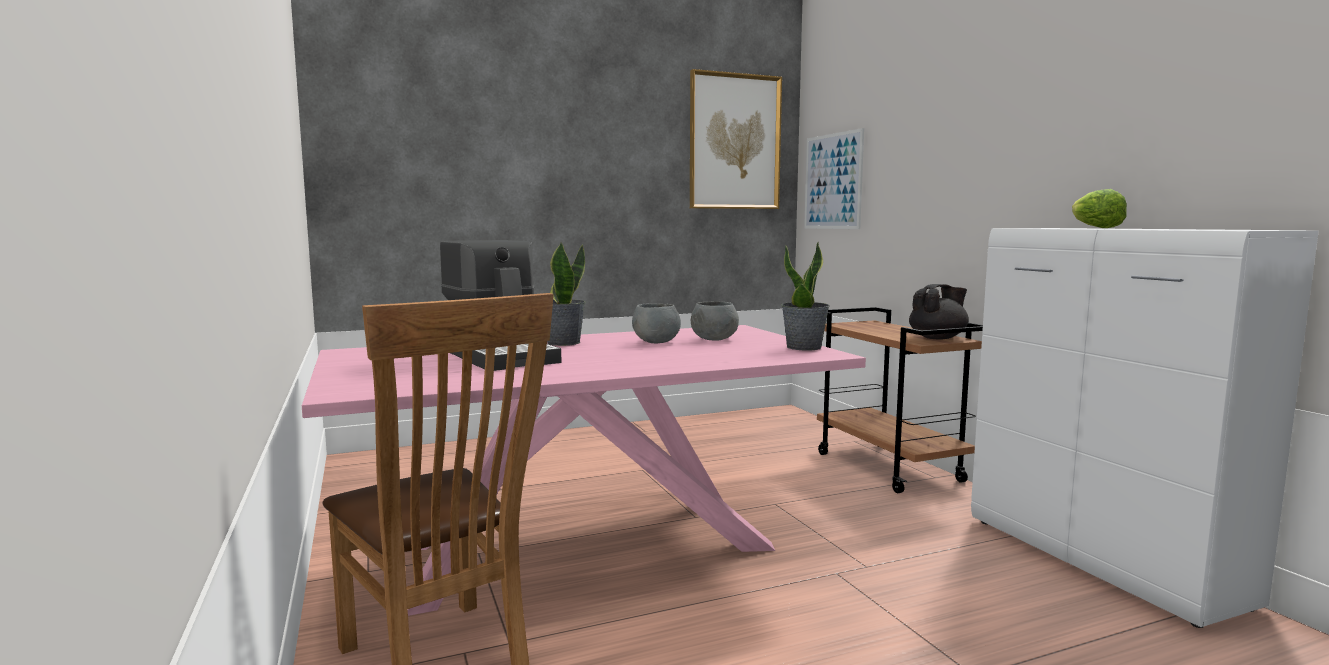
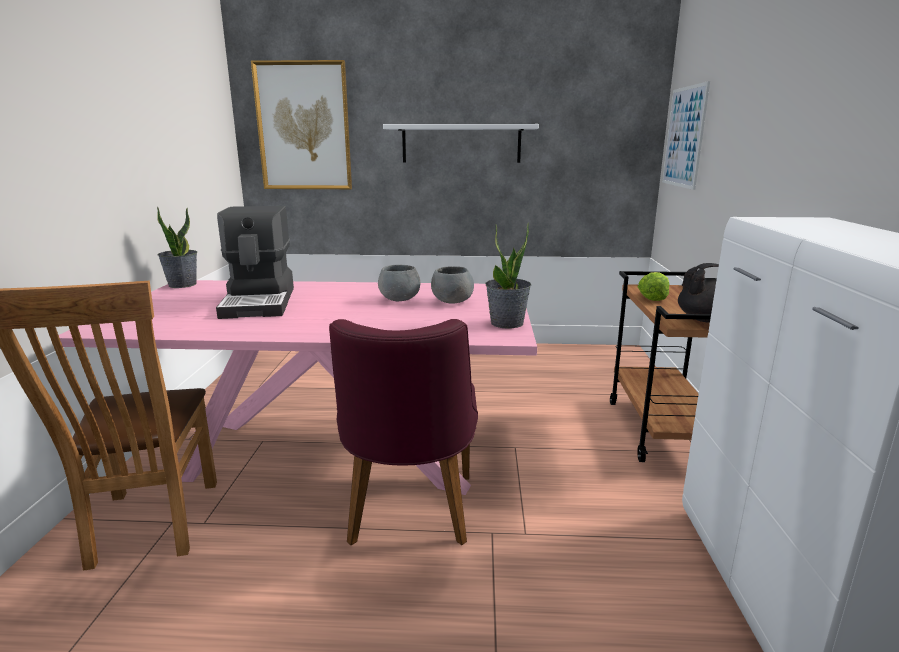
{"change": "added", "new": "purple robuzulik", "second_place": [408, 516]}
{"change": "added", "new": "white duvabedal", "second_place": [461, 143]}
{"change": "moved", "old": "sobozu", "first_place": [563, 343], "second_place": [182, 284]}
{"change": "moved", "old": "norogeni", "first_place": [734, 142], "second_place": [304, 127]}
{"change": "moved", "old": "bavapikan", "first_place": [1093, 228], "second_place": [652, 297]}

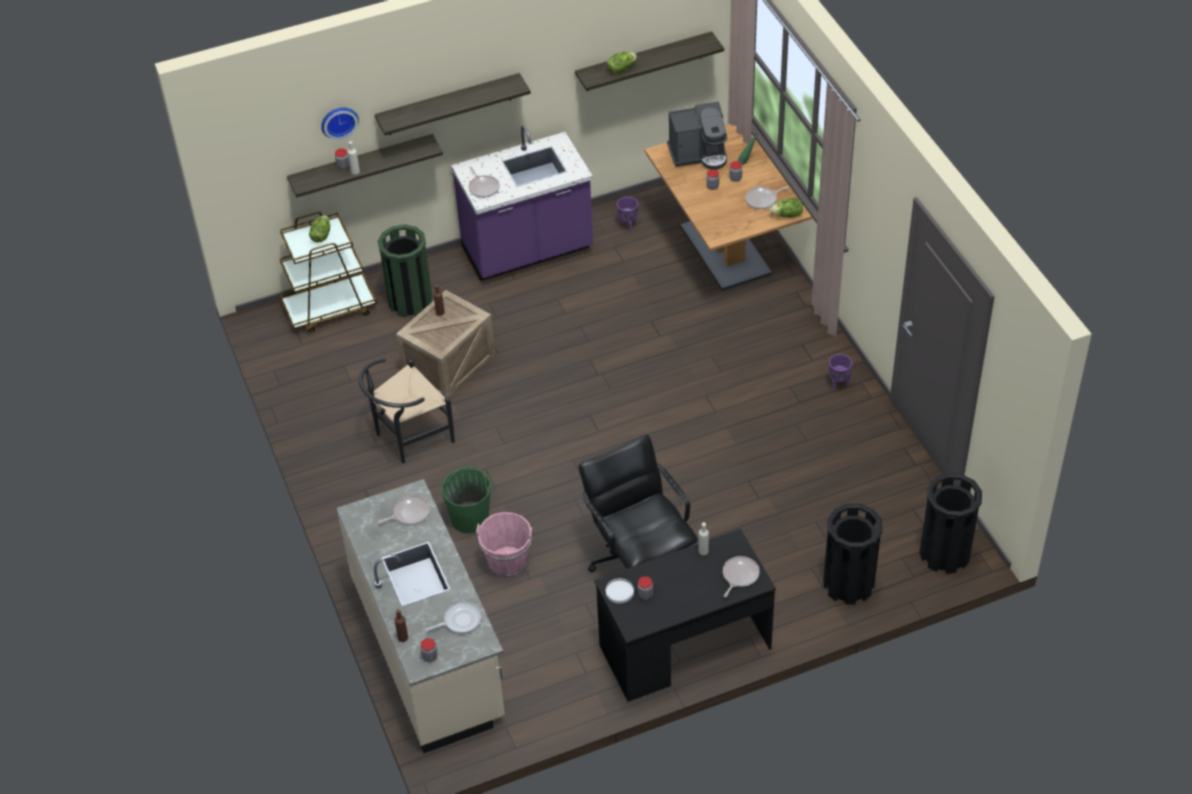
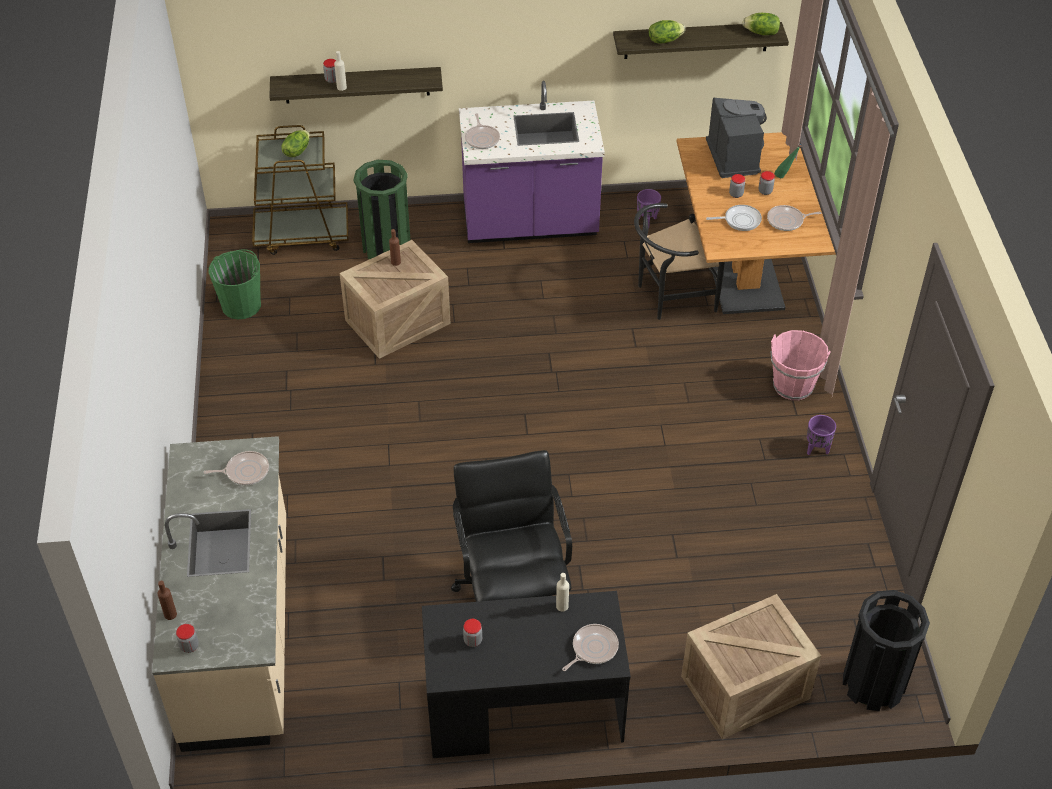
{"change": "removed", "old": "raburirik", "first_place": [338, 121]}
{"change": "removed", "old": "duvabedal", "first_place": [449, 104]}
{"change": "removed", "old": "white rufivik", "first_place": [619, 592]}
{"change": "moved", "old": "black robuzulik", "first_place": [408, 438], "second_place": [669, 296]}
{"change": "moved", "old": "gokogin", "first_place": [460, 620], "second_place": [740, 220]}
{"change": "moved", "old": "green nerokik", "first_place": [470, 518], "second_place": [241, 305]}
{"change": "moved", "old": "pink nerokik", "first_place": [508, 562], "second_place": [793, 385]}
{"change": "moved", "old": "bavapikan", "first_place": [787, 215], "second_place": [761, 33]}
{"change": "replaced", "old": "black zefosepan", "new": "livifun", "first_place": [848, 584], "second_place": [744, 689]}
{"change": "turned", "old": "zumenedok", "first_place": [699, 154], "second_place": [734, 157], "degrees": -105}

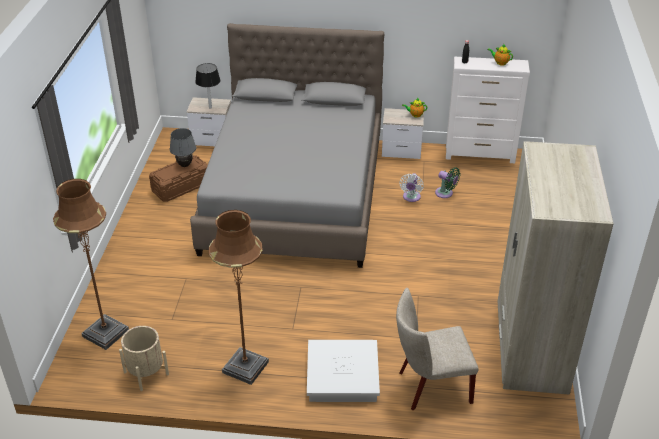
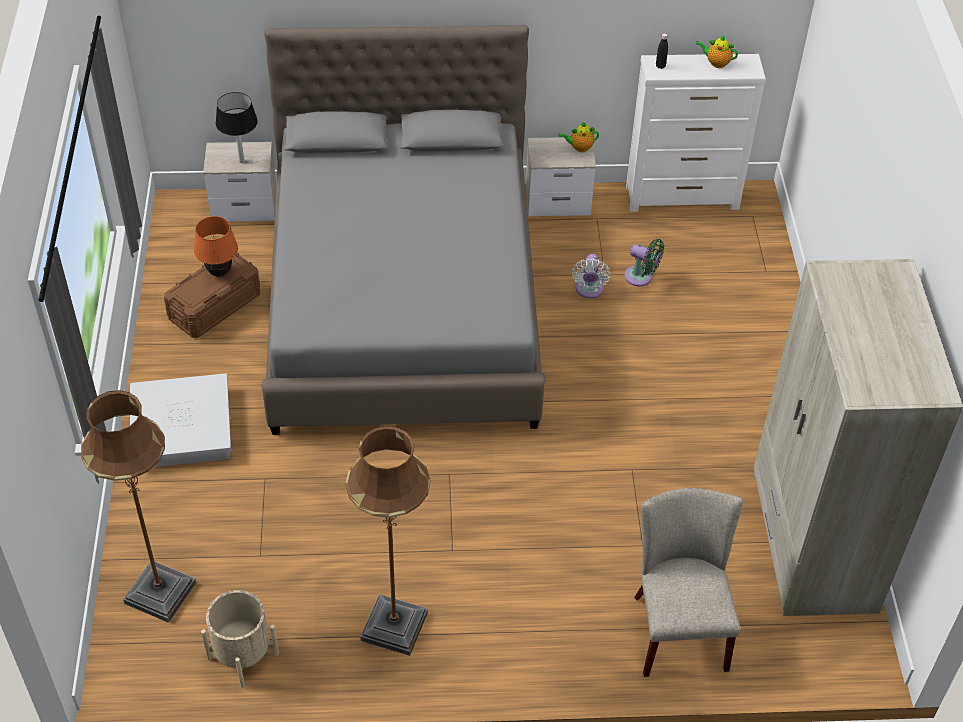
{"change": "moved", "old": "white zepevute", "first_place": [342, 375], "second_place": [182, 427]}
{"change": "recoloured", "old": "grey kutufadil", "new": "orange kutufadil", "first_place": [185, 165], "second_place": [219, 272]}
{"change": "turned", "old": "beige robuzulik", "first_place": [430, 387], "second_place": [677, 626], "degrees": 105}

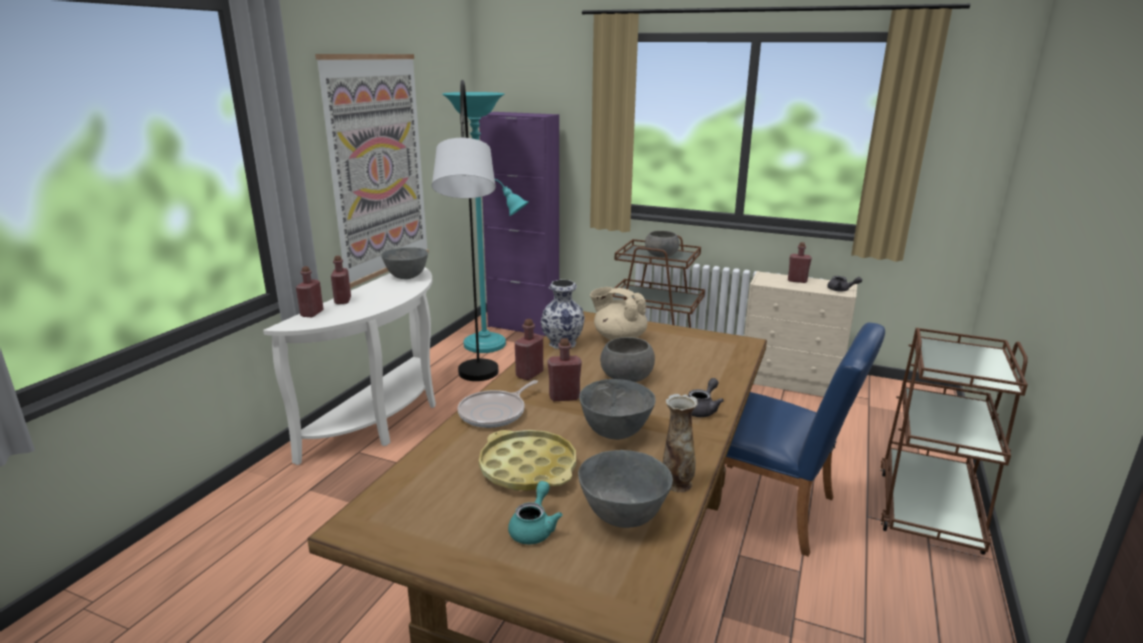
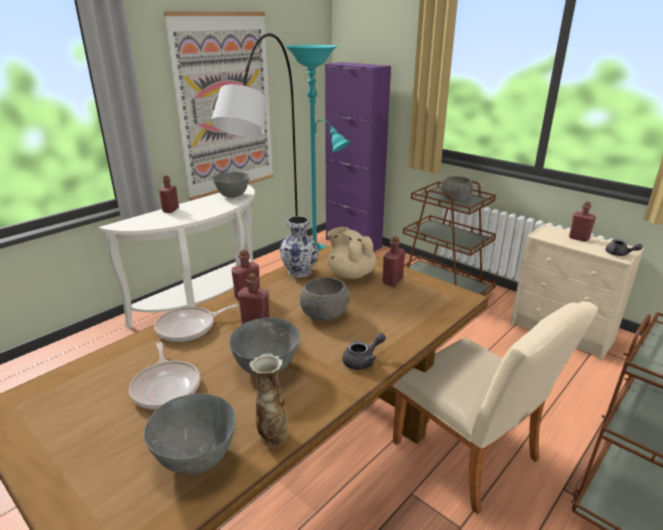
{"change": "removed", "old": "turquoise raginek", "first_place": [534, 528]}
{"change": "moved", "old": "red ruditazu", "first_place": [312, 313], "second_place": [392, 281]}
{"change": "replaced", "old": "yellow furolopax", "new": "gokogin", "first_place": [528, 468], "second_place": [166, 387]}
{"change": "recoloured", "old": "blue robuzulik", "new": "beige robuzulik", "first_place": [774, 509], "second_place": [472, 456]}

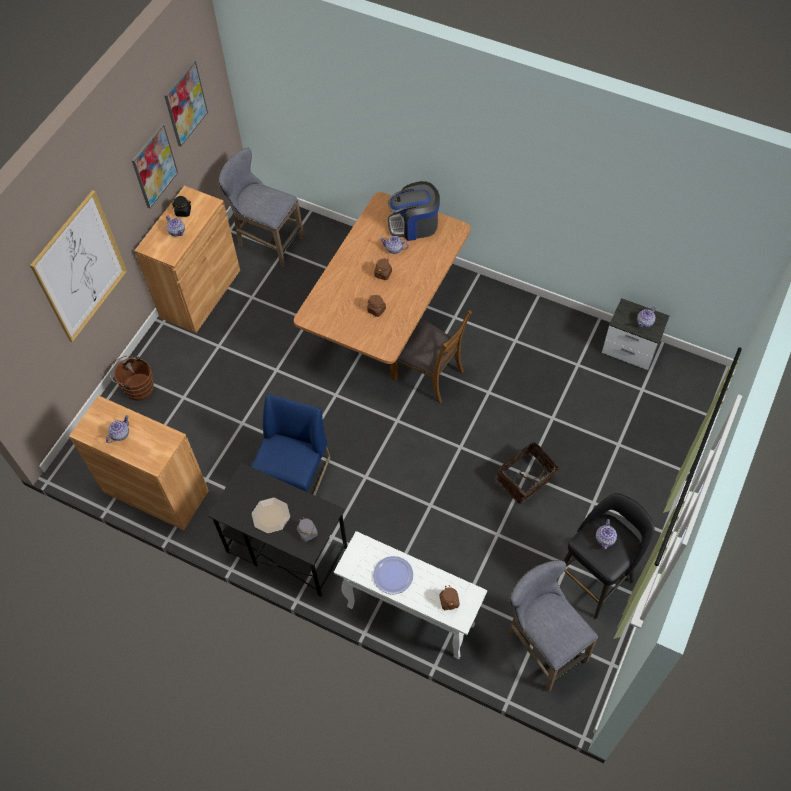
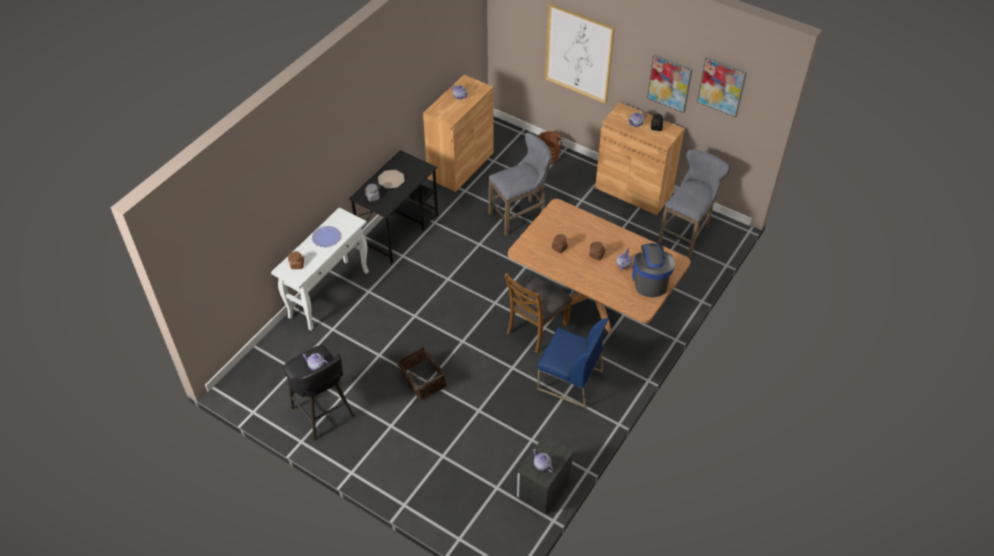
{"change": "moved", "old": "blue robuzulik", "first_place": [294, 476], "second_place": [569, 380]}
{"change": "moved", "old": "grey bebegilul", "first_place": [542, 644], "second_place": [520, 215]}

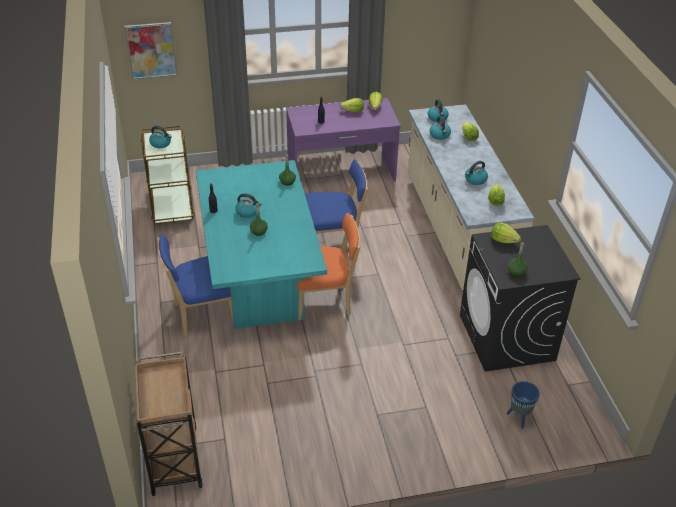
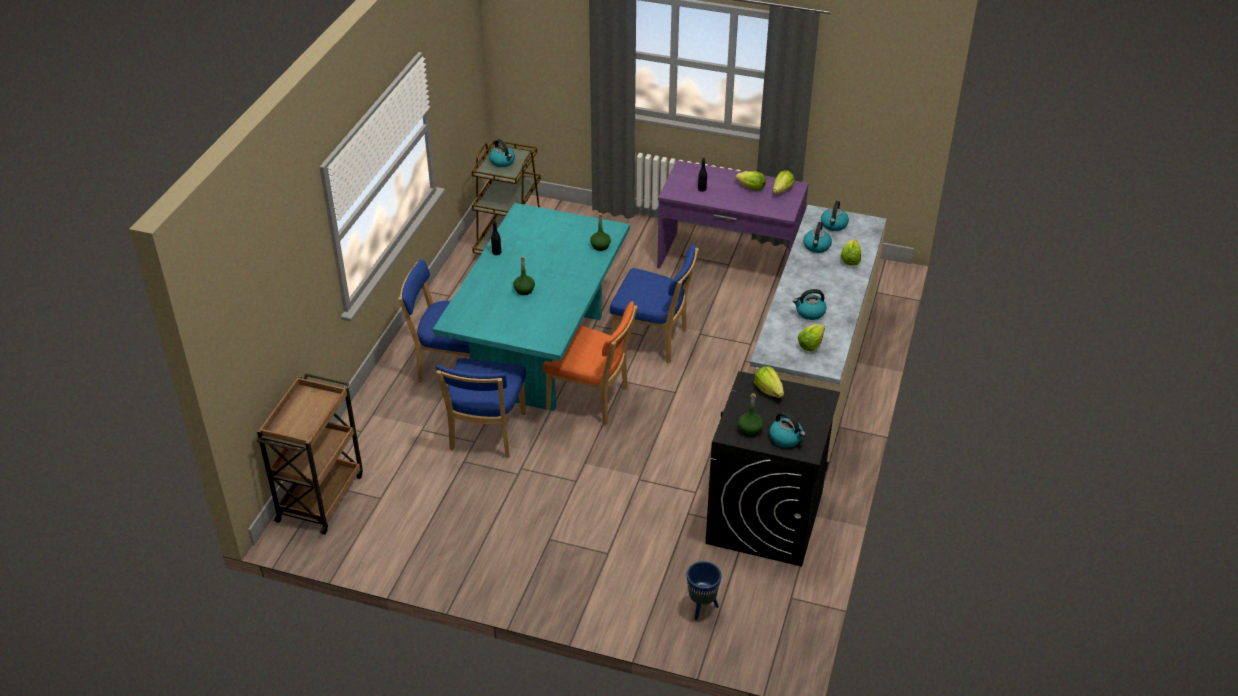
{"change": "removed", "old": "norogeni", "first_place": [151, 50]}
{"change": "added", "new": "blue robuzulik", "second_place": [486, 435]}
{"change": "moved", "old": "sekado", "first_place": [248, 212], "second_place": [786, 438]}

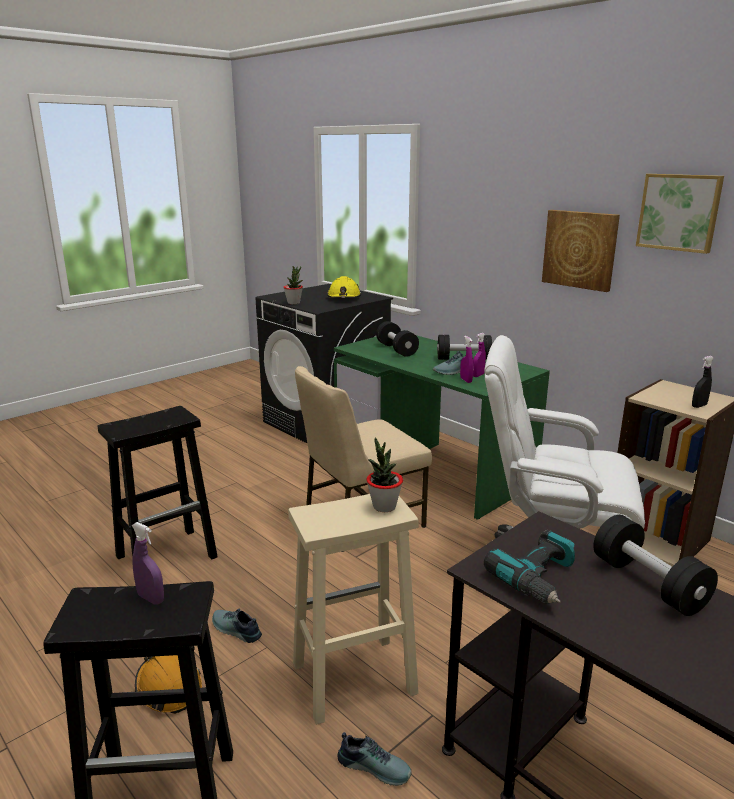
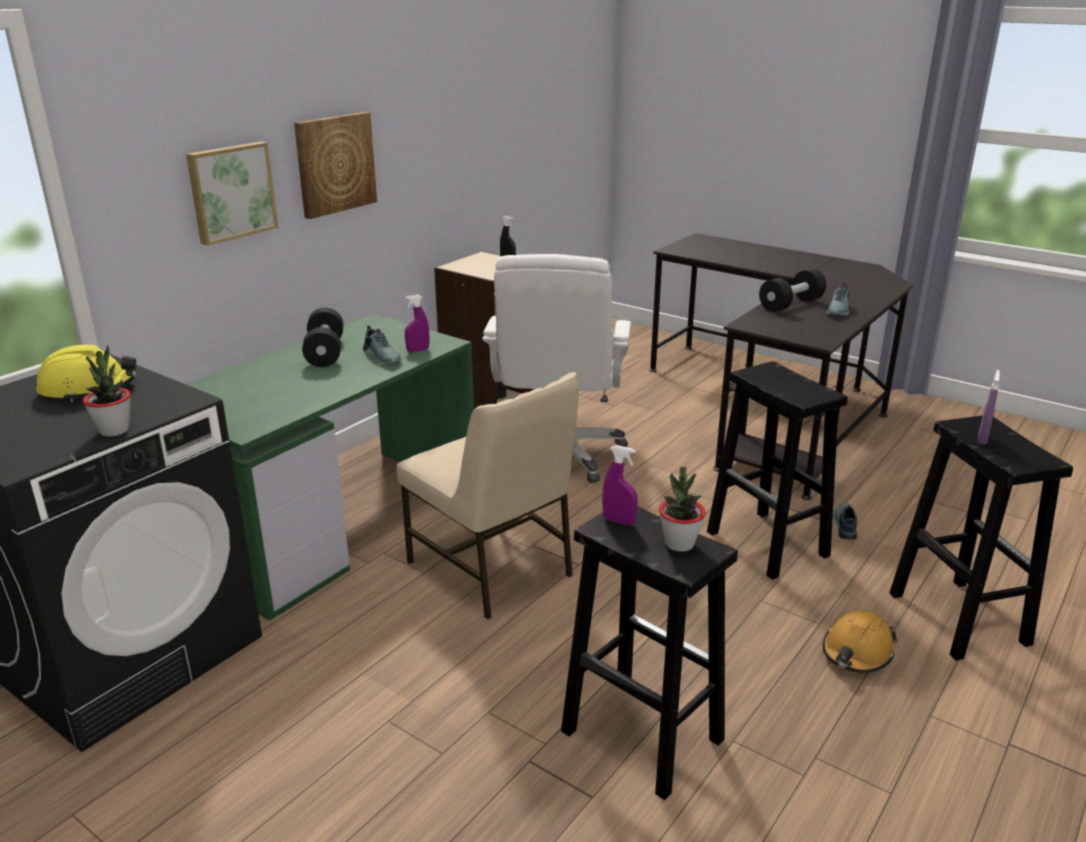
{"change": "removed", "old": "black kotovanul", "first_place": [396, 349]}
{"change": "removed", "old": "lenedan", "first_place": [539, 579]}
{"change": "moved", "old": "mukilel", "first_place": [235, 630], "second_place": [839, 310]}
{"change": "moved", "old": "sobozu", "first_place": [384, 506], "second_place": [679, 544]}
{"change": "moved", "old": "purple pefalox", "first_place": [478, 375], "second_place": [618, 521]}
{"change": "moved", "old": "norogeni", "first_place": [679, 212], "second_place": [231, 192]}
{"change": "recoloured", "old": "beige bebegilul", "new": "black bebegilul", "first_place": [352, 679], "second_place": [768, 545]}

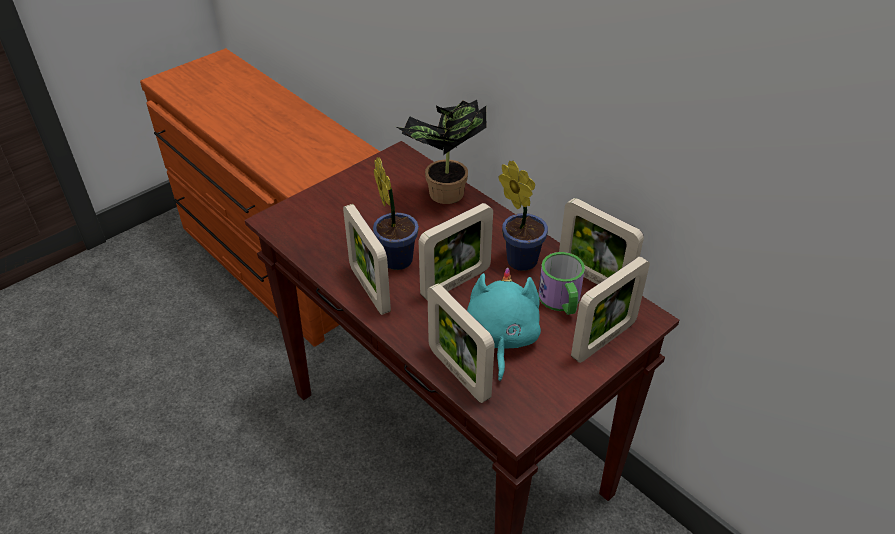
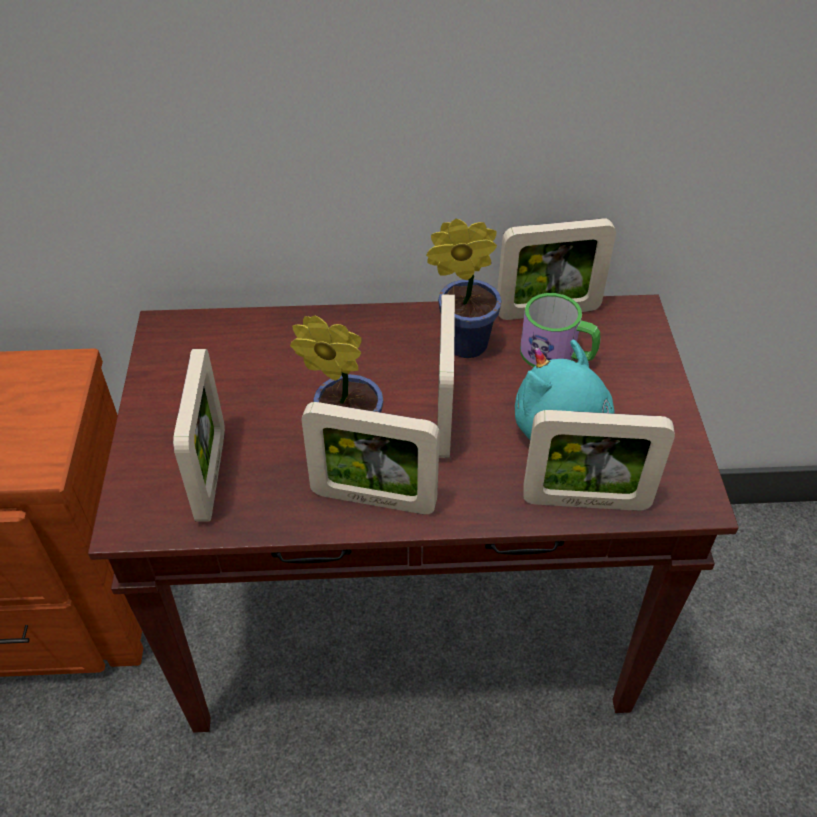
{"change": "removed", "old": "sobozu", "first_place": [443, 196]}
{"change": "moved", "old": "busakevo", "first_place": [603, 340], "second_place": [211, 475]}

